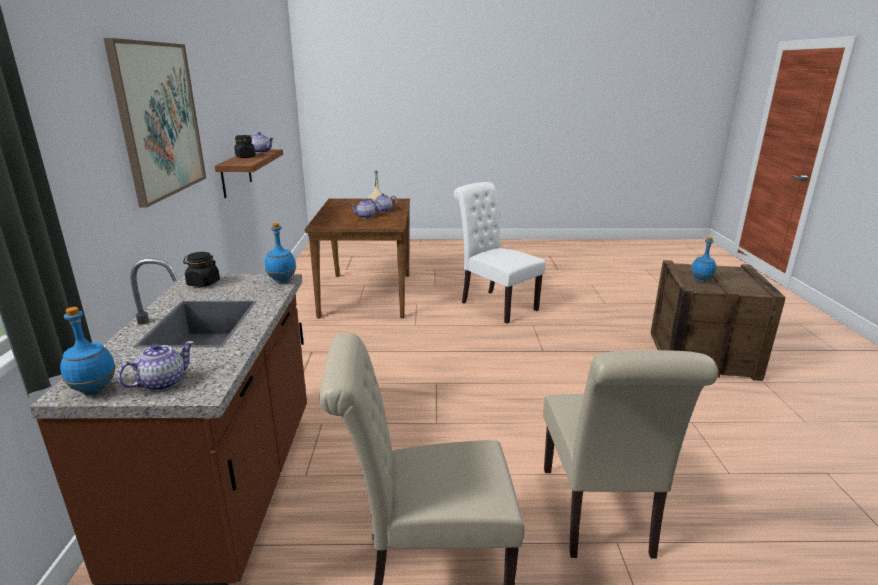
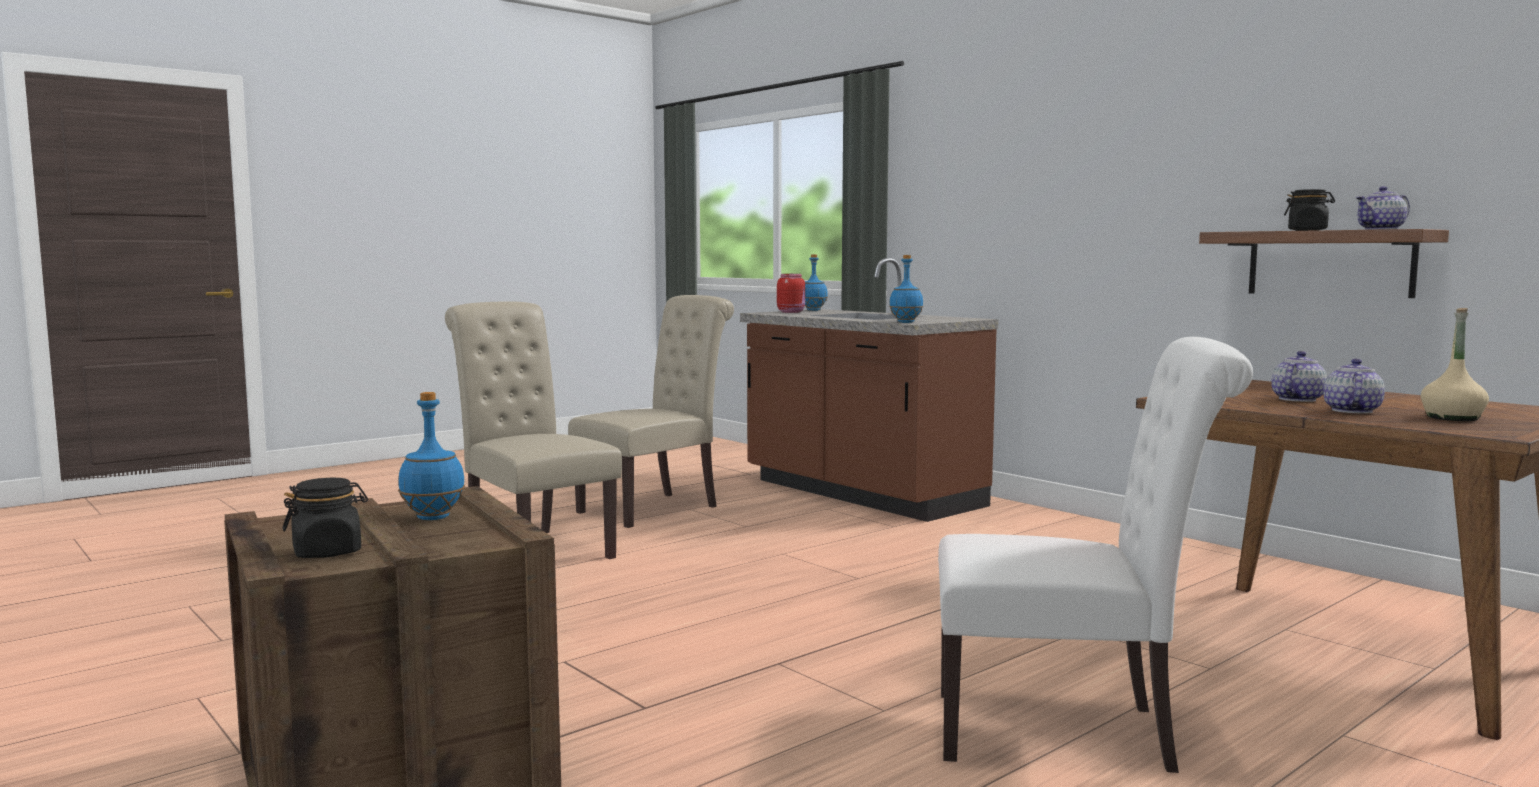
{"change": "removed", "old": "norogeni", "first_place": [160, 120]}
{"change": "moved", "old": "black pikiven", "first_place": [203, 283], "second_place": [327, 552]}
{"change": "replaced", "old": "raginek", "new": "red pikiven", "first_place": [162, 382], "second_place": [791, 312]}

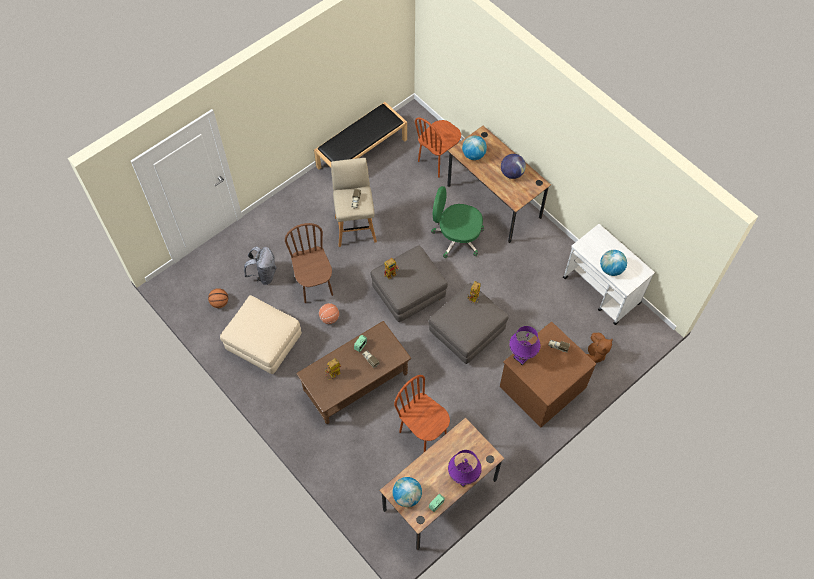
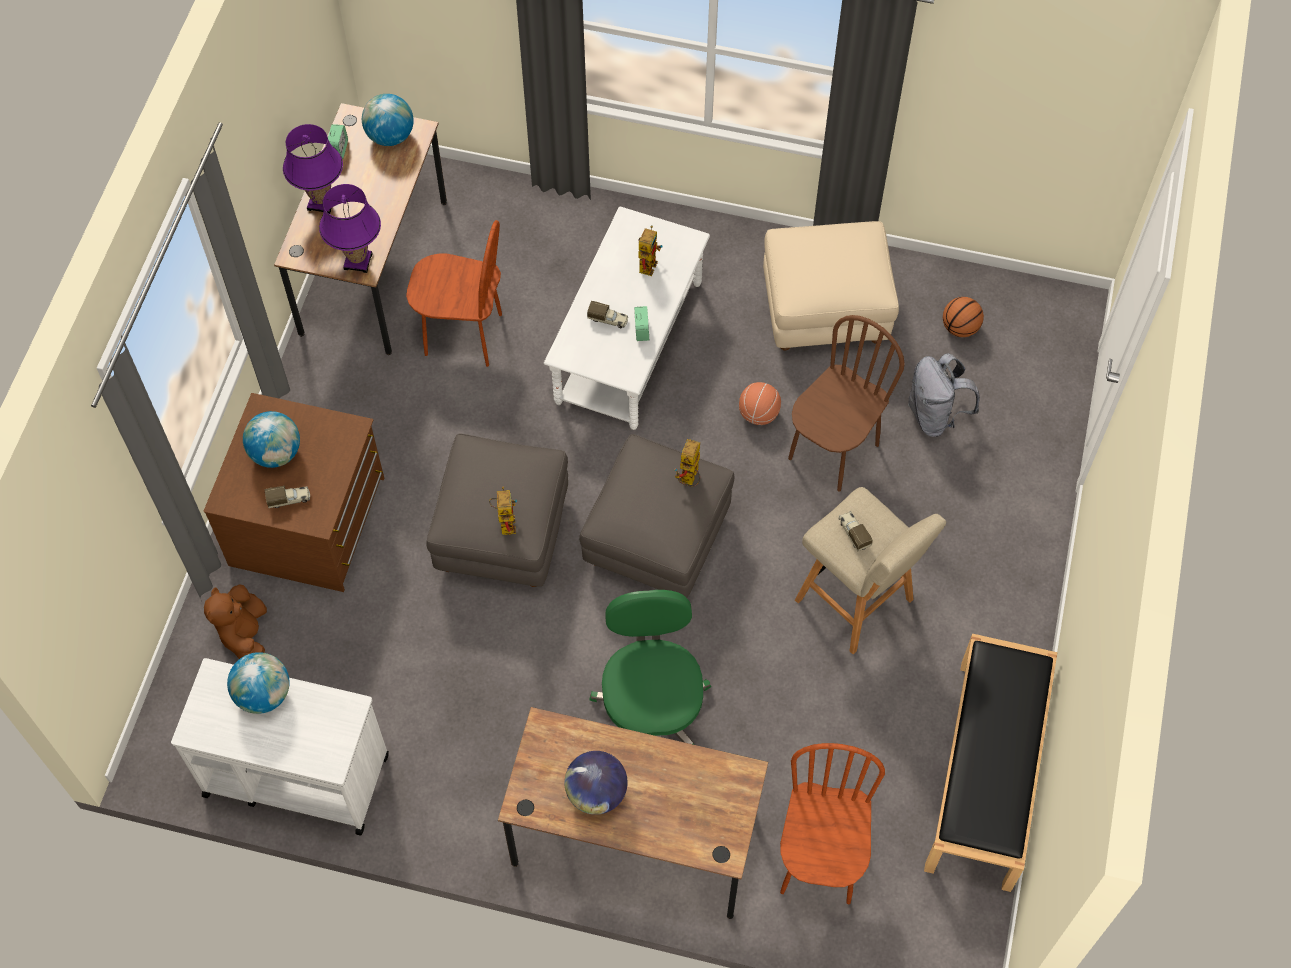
{"change": "moved", "old": "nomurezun", "first_place": [473, 155], "second_place": [276, 453]}
{"change": "moved", "old": "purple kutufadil", "first_place": [521, 357], "second_place": [358, 261]}
{"change": "recoloured", "old": "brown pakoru", "new": "white pakoru", "first_place": [355, 382], "second_place": [629, 342]}
{"change": "turned", "old": "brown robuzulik", "first_place": [314, 285], "second_place": [833, 451], "degrees": -90}
{"change": "turned", "old": "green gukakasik", "first_place": [456, 238], "second_place": [651, 706], "degrees": -75}

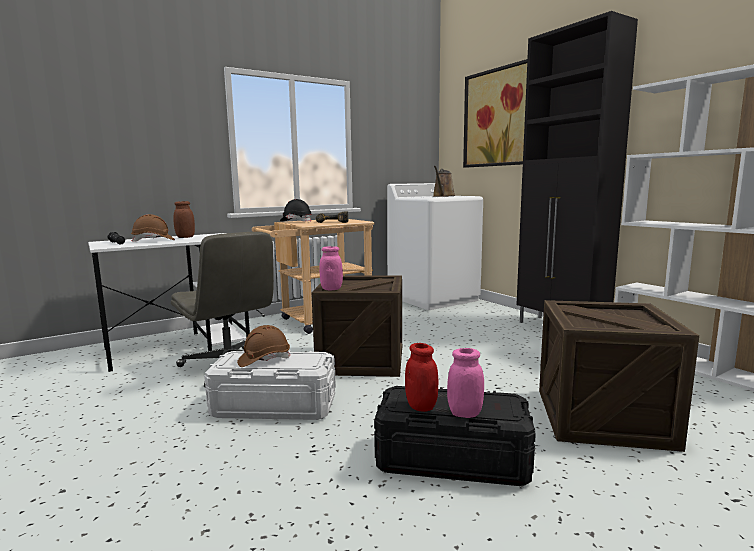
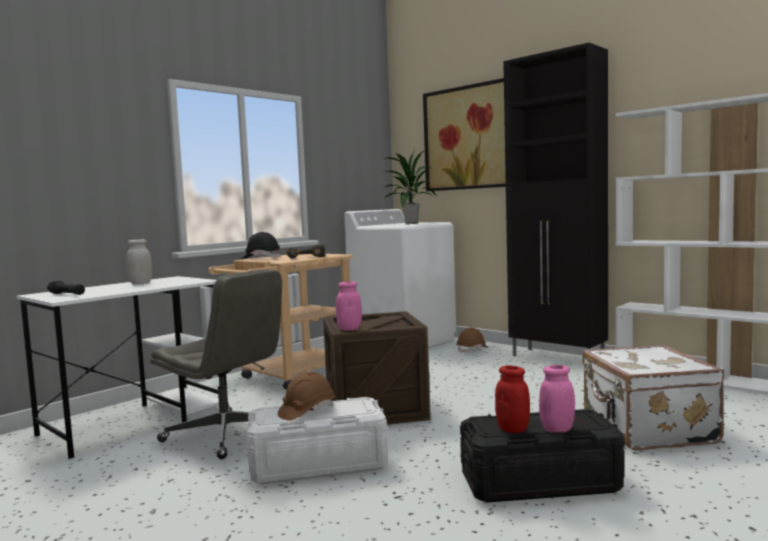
{"change": "moved", "old": "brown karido", "first_place": [153, 241], "second_place": [472, 350]}
{"change": "replaced", "old": "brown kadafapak", "new": "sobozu", "first_place": [443, 196], "second_place": [411, 223]}
{"change": "replaced", "old": "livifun", "new": "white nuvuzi", "first_place": [602, 417], "second_place": [646, 429]}
{"change": "recoloured", "old": "brown pikiven", "new": "white pikiven", "first_place": [185, 237], "second_place": [140, 283]}

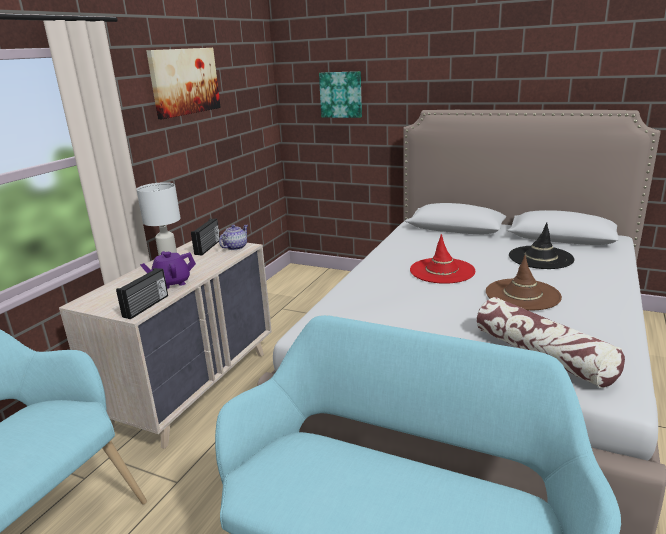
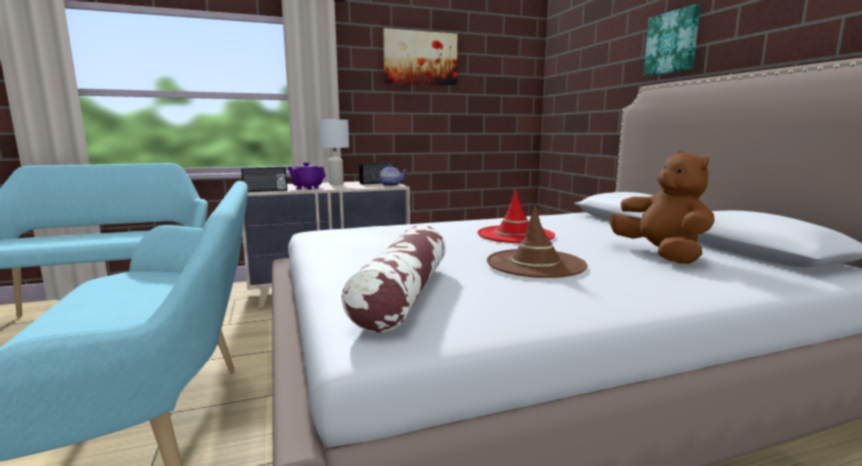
{"change": "moved", "old": "norogeni", "first_place": [341, 94], "second_place": [672, 43]}
{"change": "replaced", "old": "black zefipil", "new": "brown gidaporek", "first_place": [540, 258], "second_place": [660, 255]}

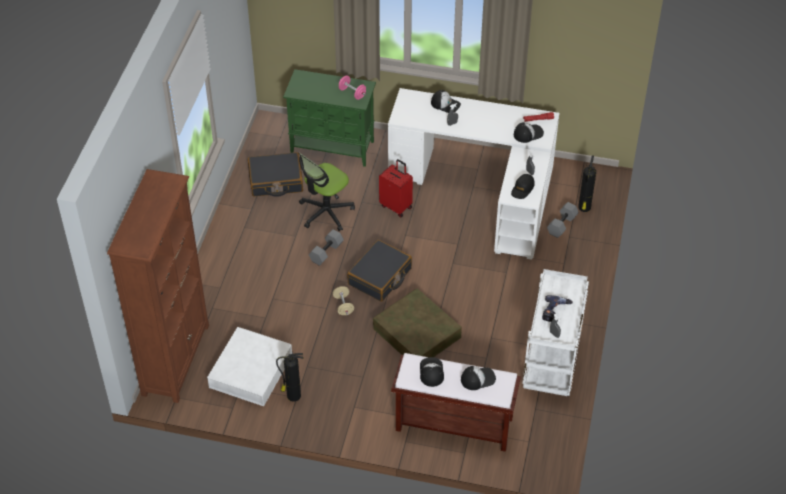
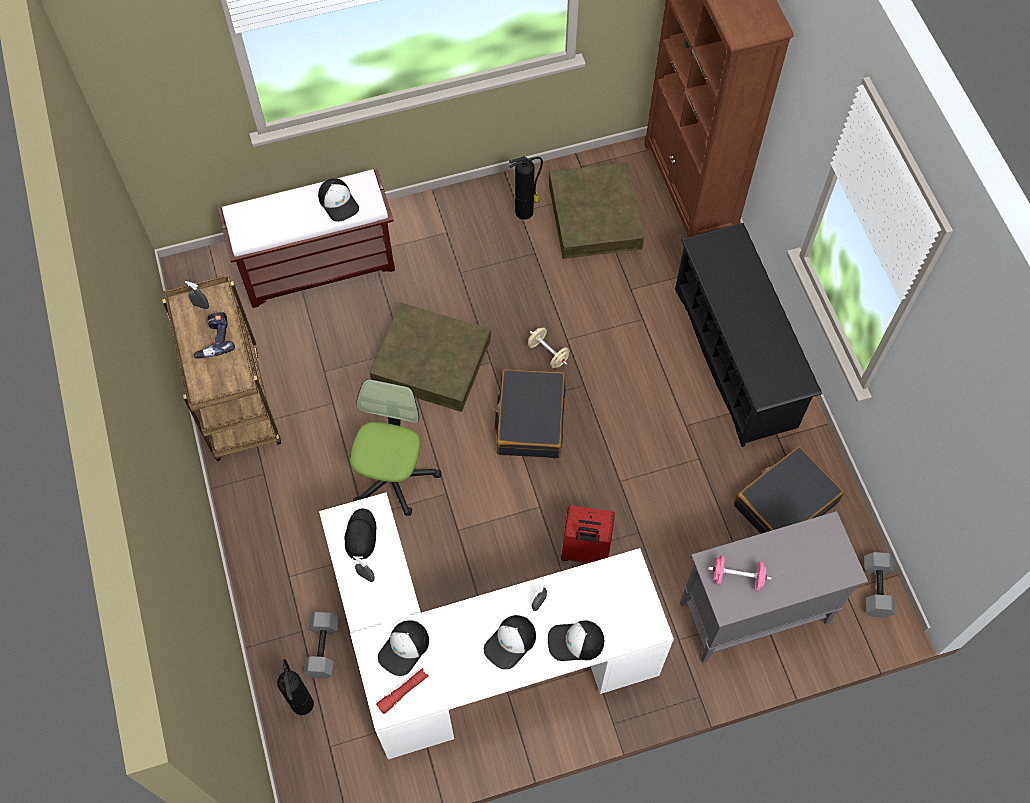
{"change": "added", "new": "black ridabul", "second_place": [735, 358]}
{"change": "moved", "old": "gukakasik", "first_place": [326, 212], "second_place": [392, 476]}
{"change": "moved", "old": "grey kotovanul", "first_place": [326, 253], "second_place": [875, 588]}
{"change": "moved", "old": "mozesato", "first_place": [478, 378], "second_place": [510, 643]}
{"change": "recoloured", "old": "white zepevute", "new": "brown zepevute", "first_place": [250, 371], "second_place": [595, 216]}
{"change": "recoloured", "old": "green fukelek", "new": "grey fukelek", "first_place": [333, 148], "second_place": [752, 614]}
{"change": "recoloured", "old": "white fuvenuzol", "new": "brown fuvenuzol", "first_place": [551, 365], "second_place": [235, 402]}

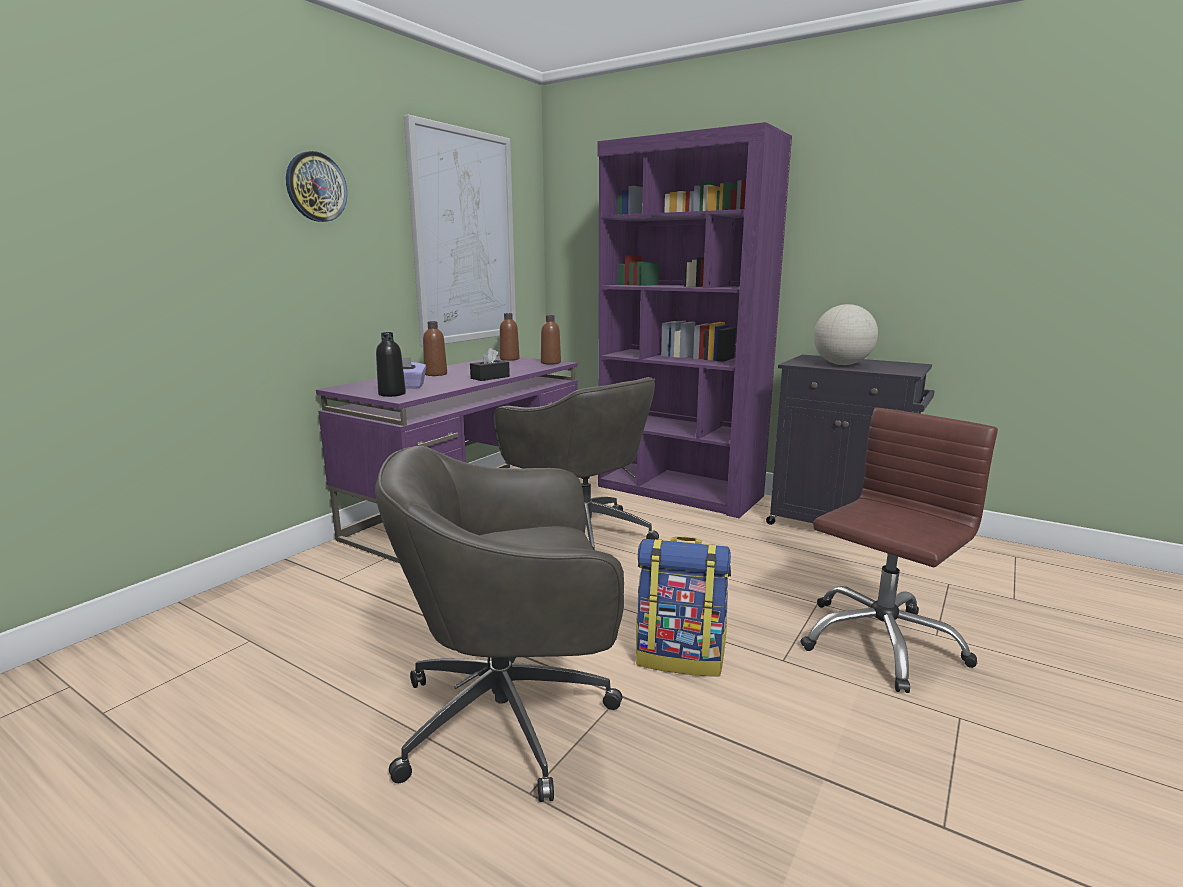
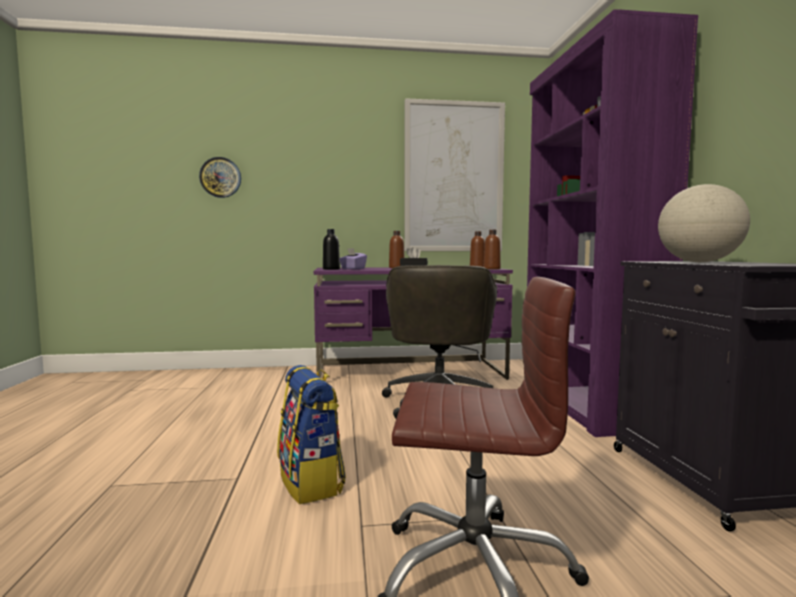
{"change": "removed", "old": "grey gukakasik", "first_place": [512, 717]}
{"change": "moved", "old": "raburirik", "first_place": [316, 187], "second_place": [220, 177]}

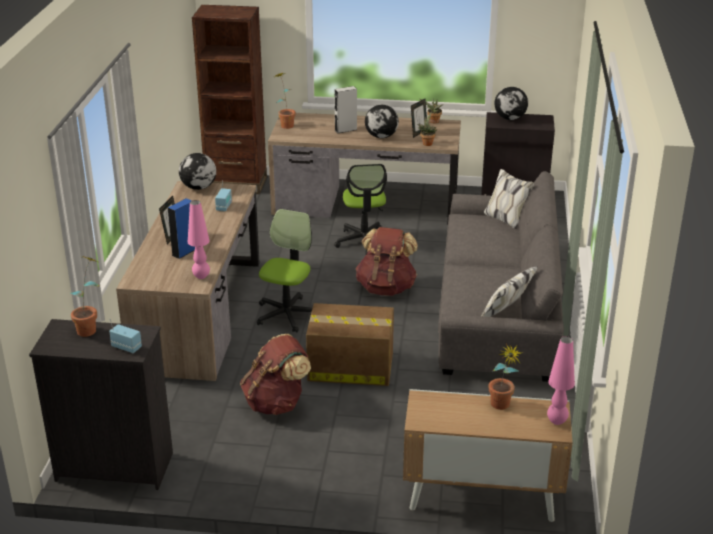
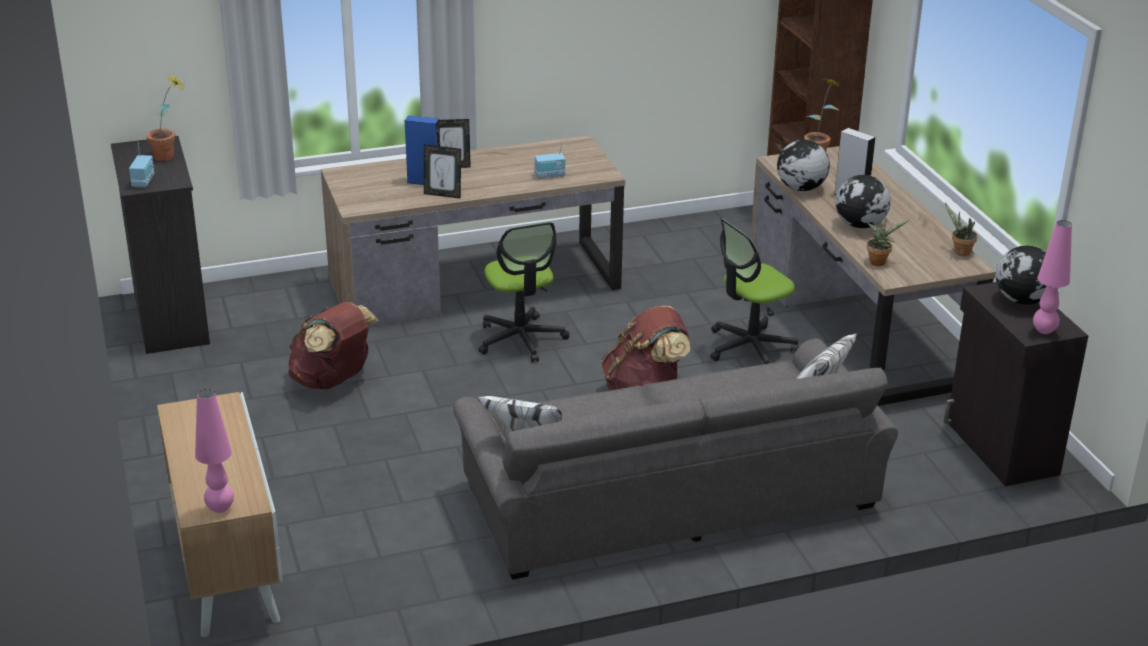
{"change": "removed", "old": "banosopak", "first_place": [349, 367]}
{"change": "removed", "old": "sobozu", "first_place": [501, 407]}
{"change": "moved", "old": "nomurezun", "first_place": [198, 187], "second_place": [800, 188]}
{"change": "moved", "old": "pink kutufadil", "first_place": [201, 277], "second_place": [1043, 331]}
{"change": "moved", "old": "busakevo", "first_place": [418, 133], "second_place": [443, 194]}
{"change": "turned", "old": "gukakasik", "first_place": [287, 314], "second_place": [521, 339], "degrees": 75}

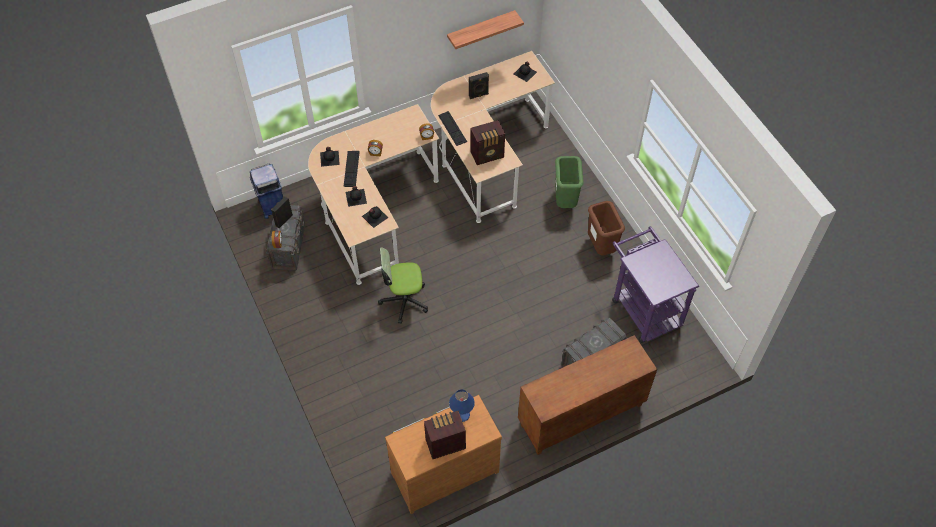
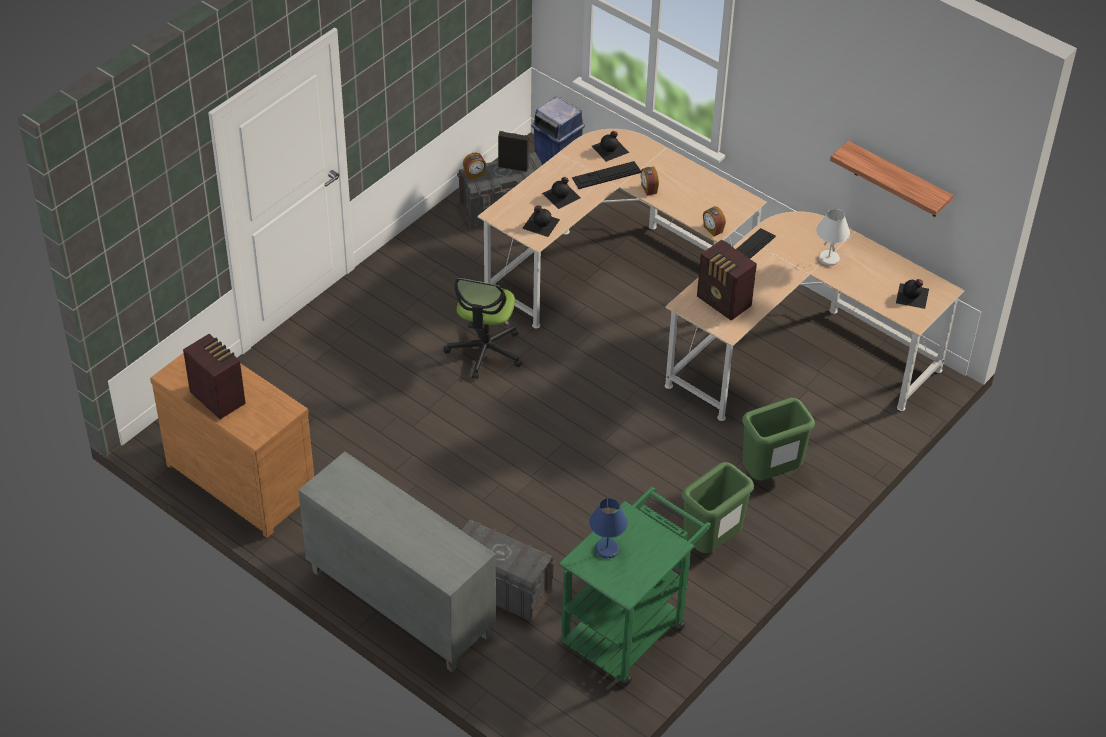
{"change": "moved", "old": "blue kutufadil", "first_place": [462, 415], "second_place": [606, 550]}
{"change": "replaced", "old": "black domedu", "new": "white kutufadil", "first_place": [478, 95], "second_place": [829, 259]}
{"change": "recoloured", "old": "brown fukelek", "new": "grey fukelek", "first_place": [580, 416], "second_place": [398, 603]}
{"change": "recoloured", "old": "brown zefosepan", "new": "green zefosepan", "first_place": [601, 247], "second_place": [711, 543]}
{"change": "recoloured", "old": "purple fuvenuzol", "new": "green fuvenuzol", "first_place": [643, 307], "second_place": [629, 627]}
{"change": "turned", "old": "gukakasik", "first_place": [404, 300], "second_place": [485, 351], "degrees": -135}

